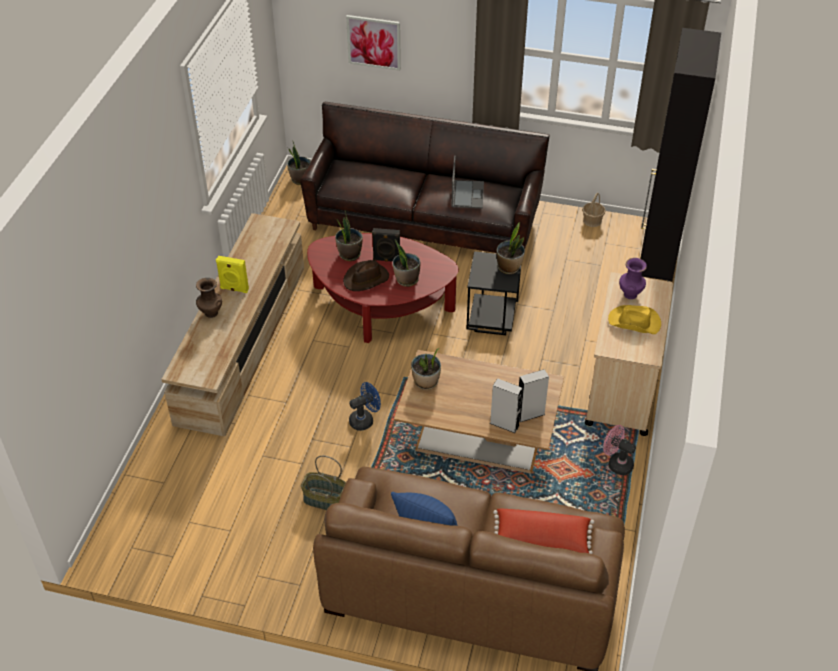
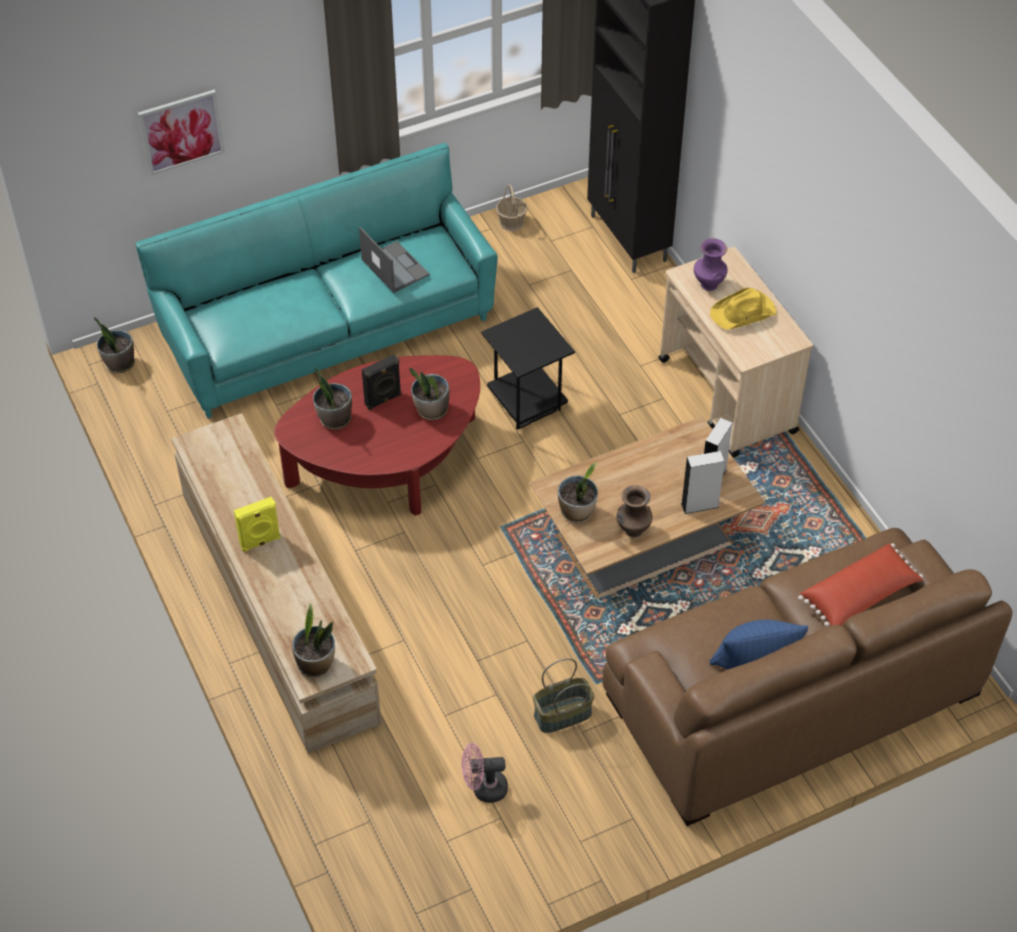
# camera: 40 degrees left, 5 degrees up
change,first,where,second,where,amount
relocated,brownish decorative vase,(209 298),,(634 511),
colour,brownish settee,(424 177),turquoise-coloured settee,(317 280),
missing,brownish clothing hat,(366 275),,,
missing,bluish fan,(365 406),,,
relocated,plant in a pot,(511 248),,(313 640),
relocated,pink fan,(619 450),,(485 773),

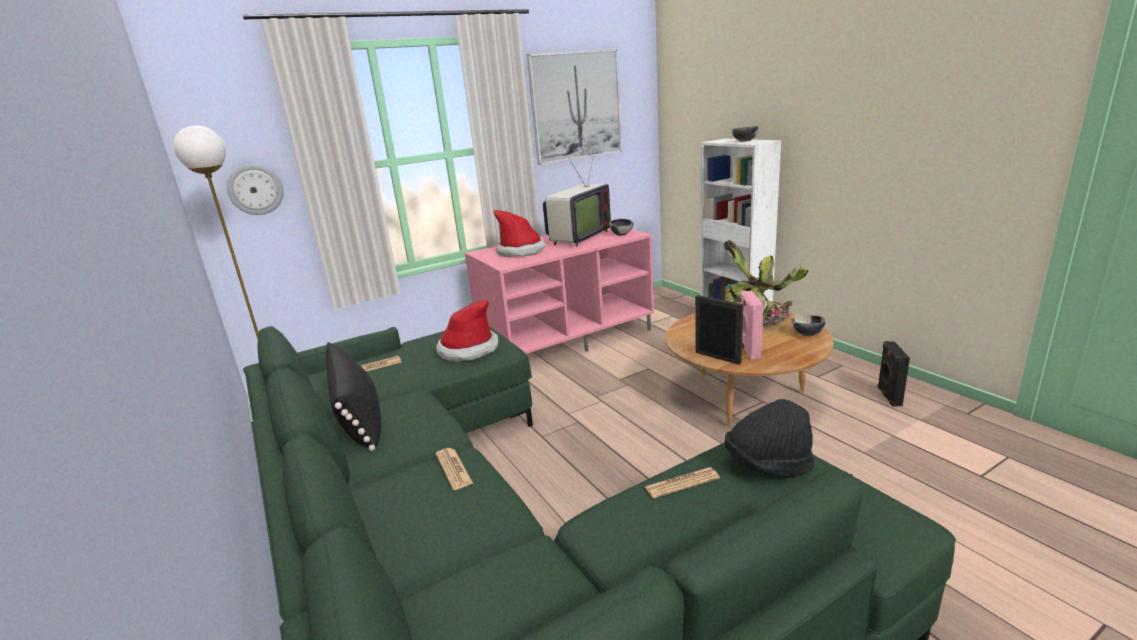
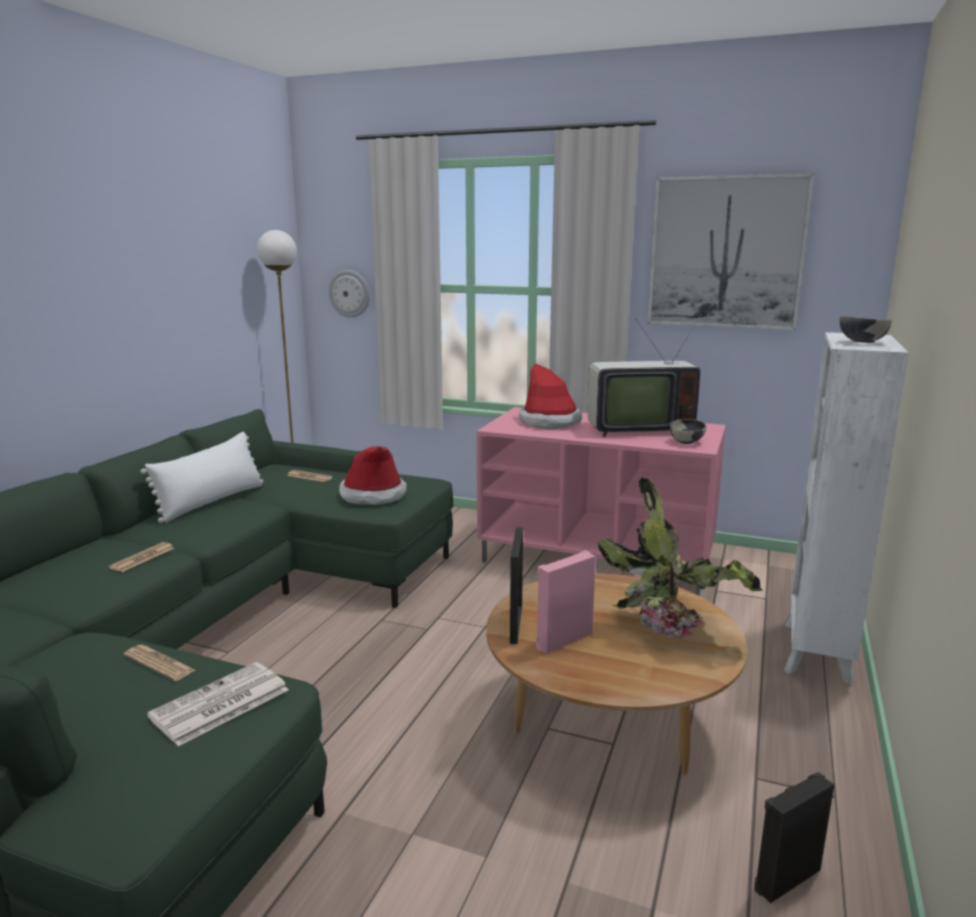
# camera: 50 degrees right, 5 degrees down
change,first,where,second,where,amount
colour,black-coloured cushion,(353 396),white cushion,(201 477),
exchanged,black-coloured clothing hat,(770 438),printed paper,(218 704),
missing,serving bowl,(808 325),,,

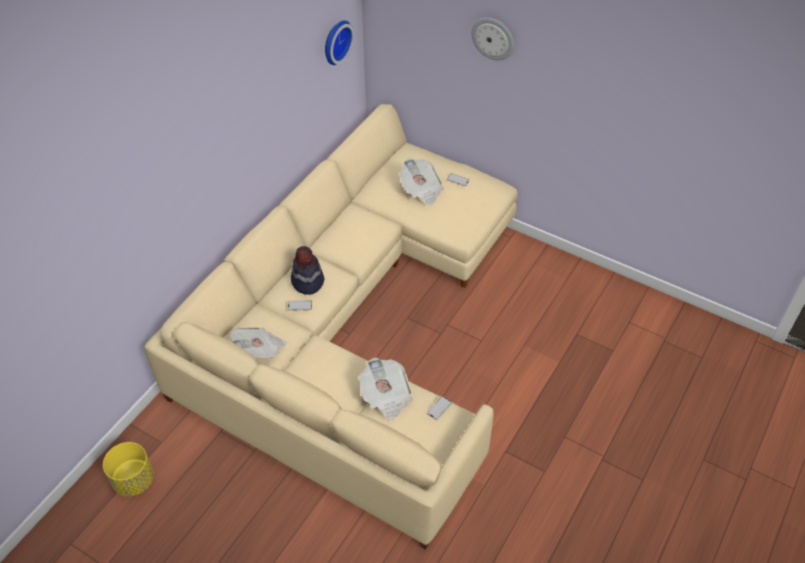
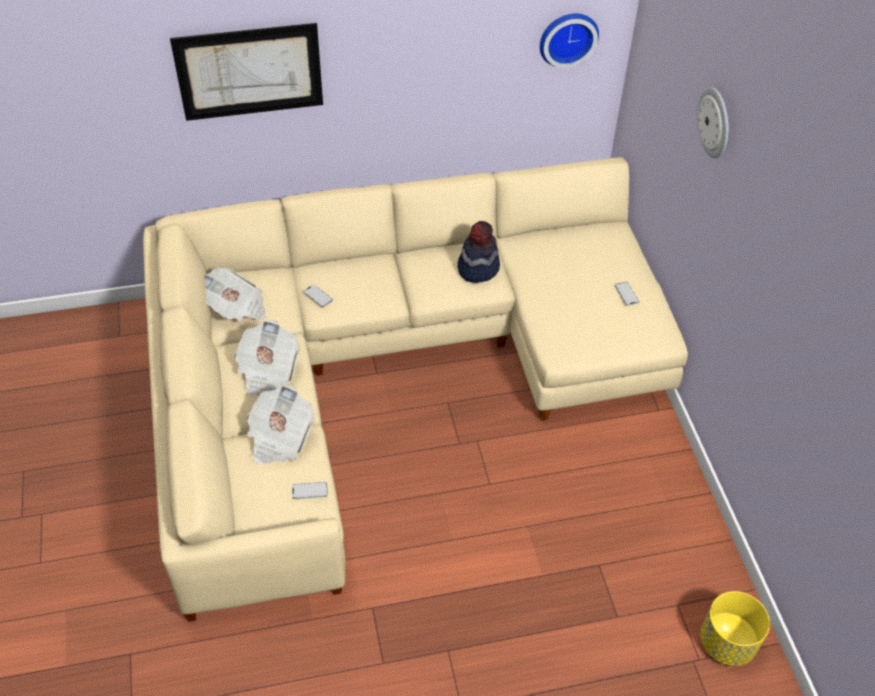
# camera: 45 degrees right, 0 degrees up
change,first,where,second,where,amount
relocated,yellow-coloured flower pot,(128 469),,(735 628),
relocated,clothing hat,(307 270),,(479 252),
relocated,printed paper,(421 181),,(267 358),
appeared,,,picture,(246 72),

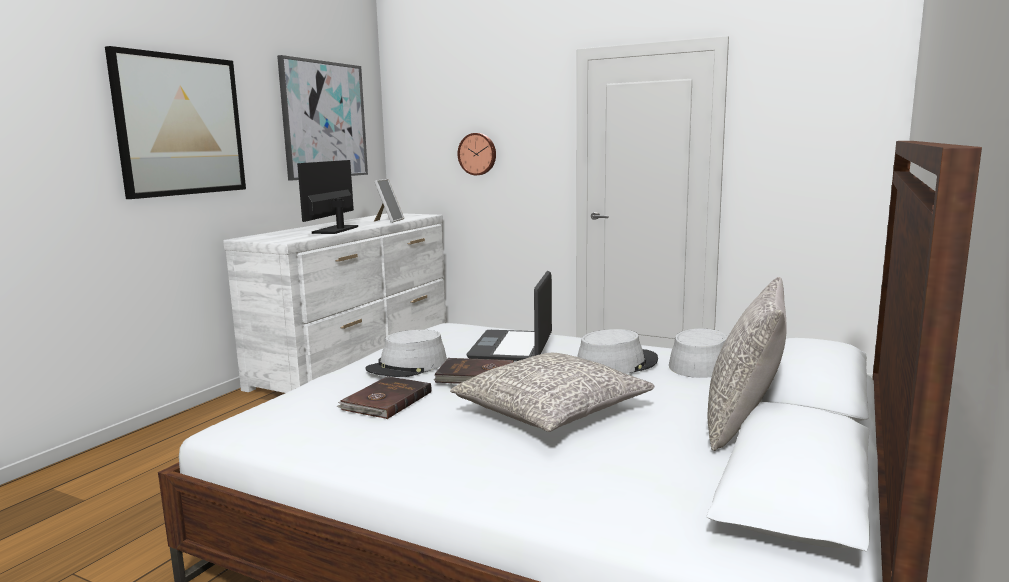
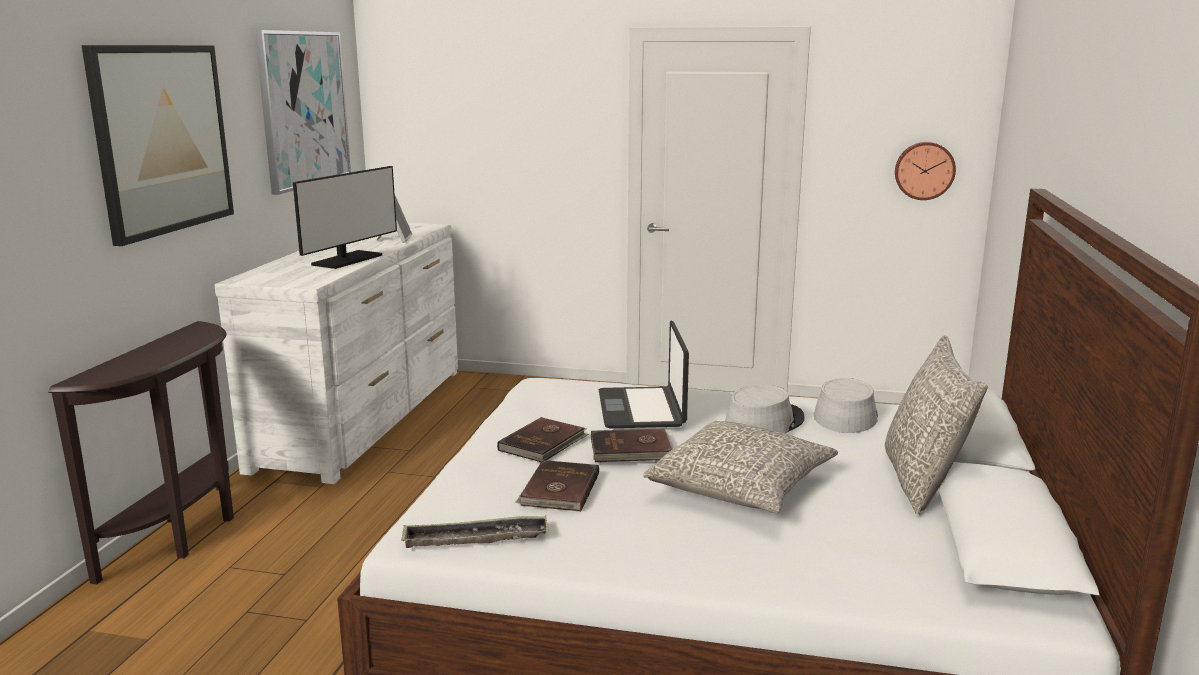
# camera: 15 degrees left, 5 degrees up
change,first,where,second,where,amount
spun,computer screen,(327 197),,(345 217),150 degrees counterclockwise
exchanged,greyish clothing hat,(406 353),brownish volume,(543 439),
relocated,clock on the wall,(476 154),,(925 171),
appeared,,,brownish console table,(141 452),
appeared,,,carrying tray,(474 531),

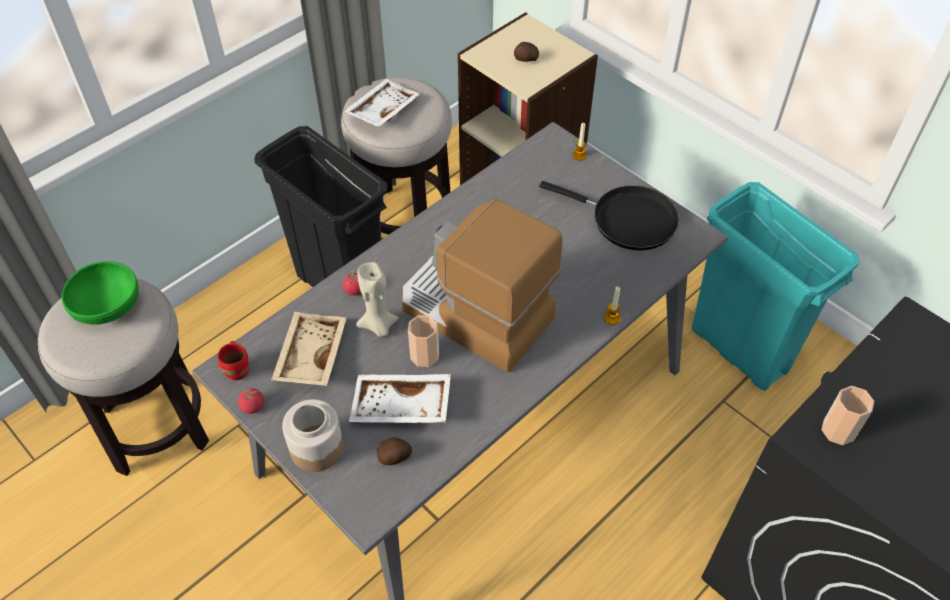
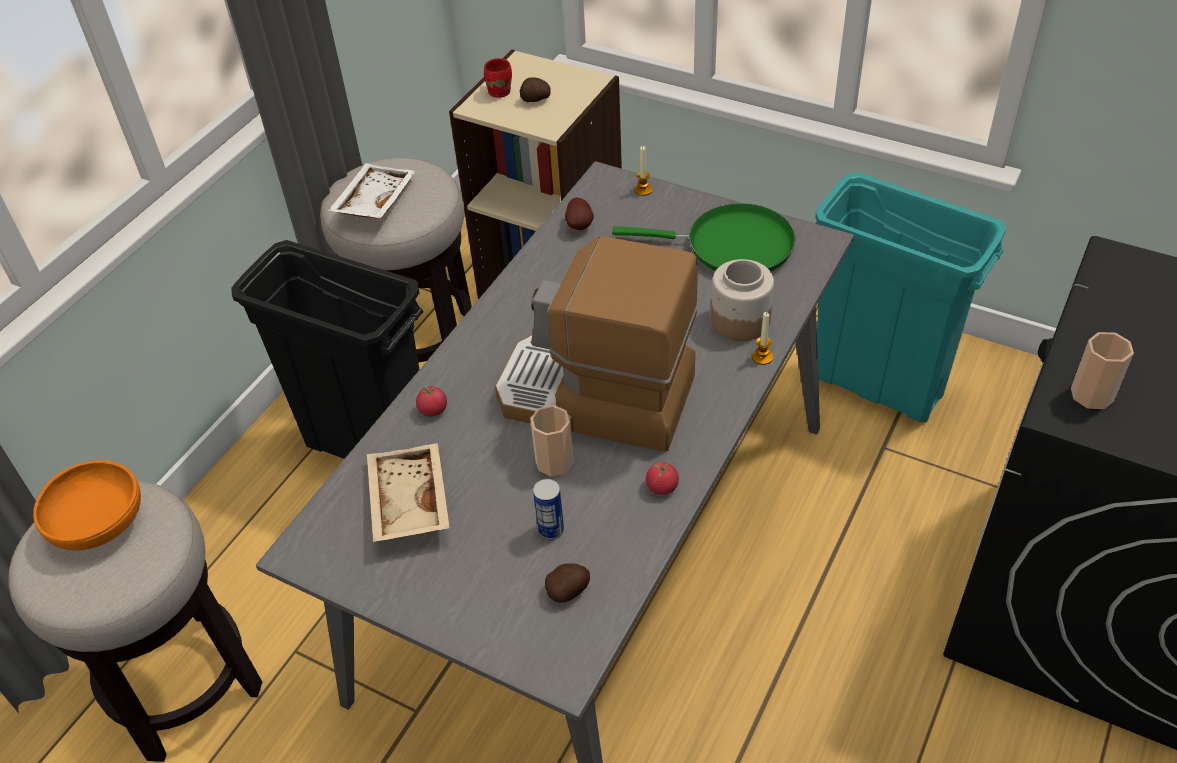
# camera: 15 degrees left, 5 degrees down
change,first,where,second,where,amount
colour,green-coloured serving bowl,(100 293),orange serving bowl,(87 505),
relocated,red tea mug,(233 361),,(498 78),
relocated,whole tomato,(251 401),,(662 478),
relocated,storage jar,(313 435),,(742 300),
exchanged,white carrying tray,(400 398),metal can,(548 509),
missing,sand-coloured wax light,(377 299),,,
colour,black-coloured pan,(609 215),green-coloured pan,(704 237),
appeared,,,potato,(579 213),

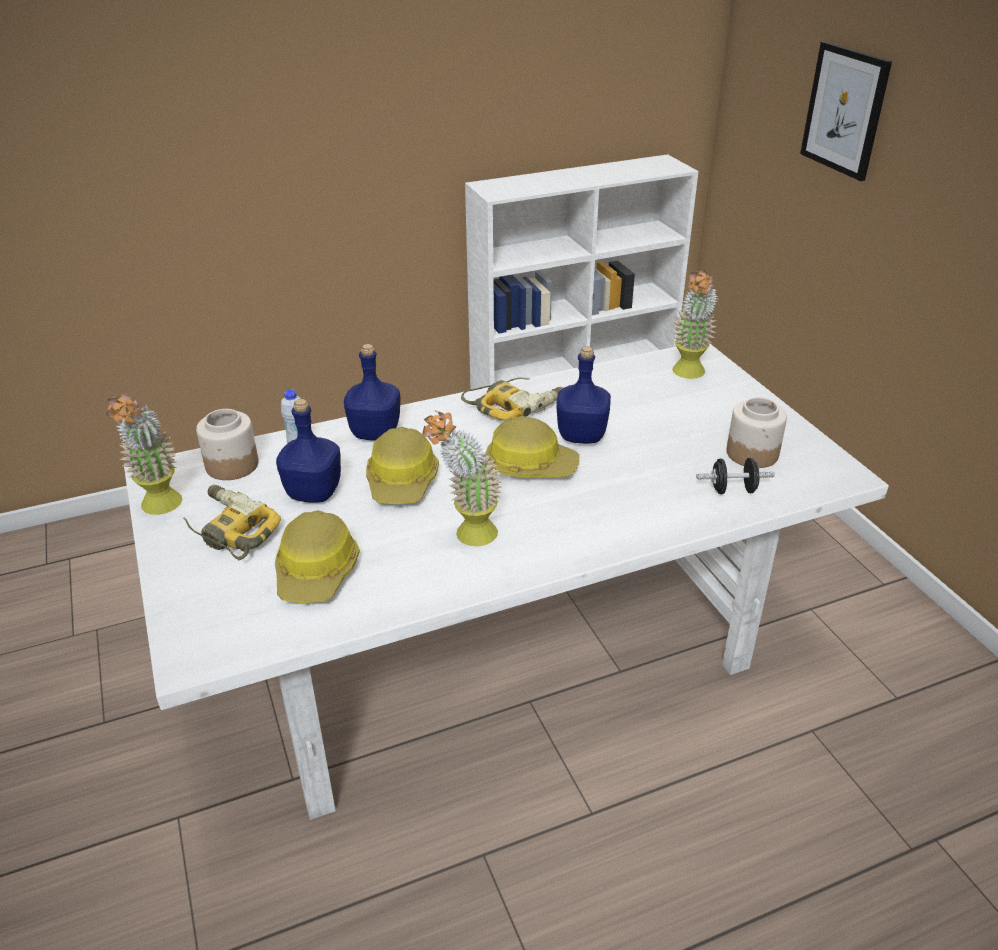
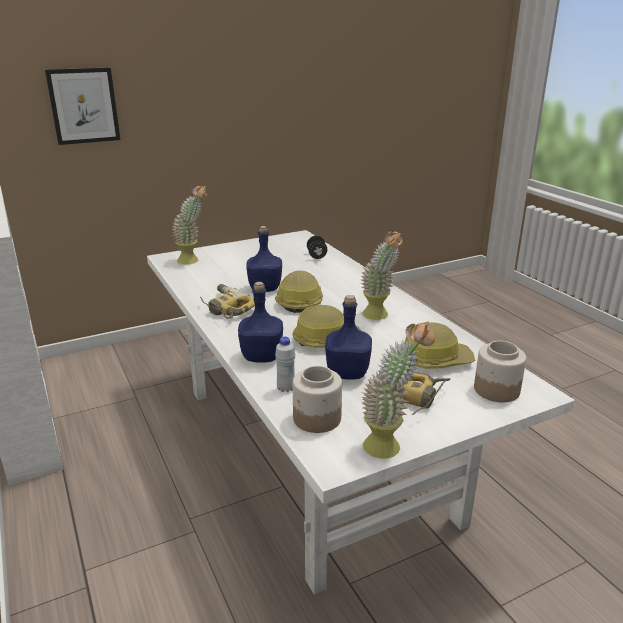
# camera: 95 degrees left, 10 degrees down
change,first,where,second,where,amount
relocated,storage jar,(757 432),,(500 371),

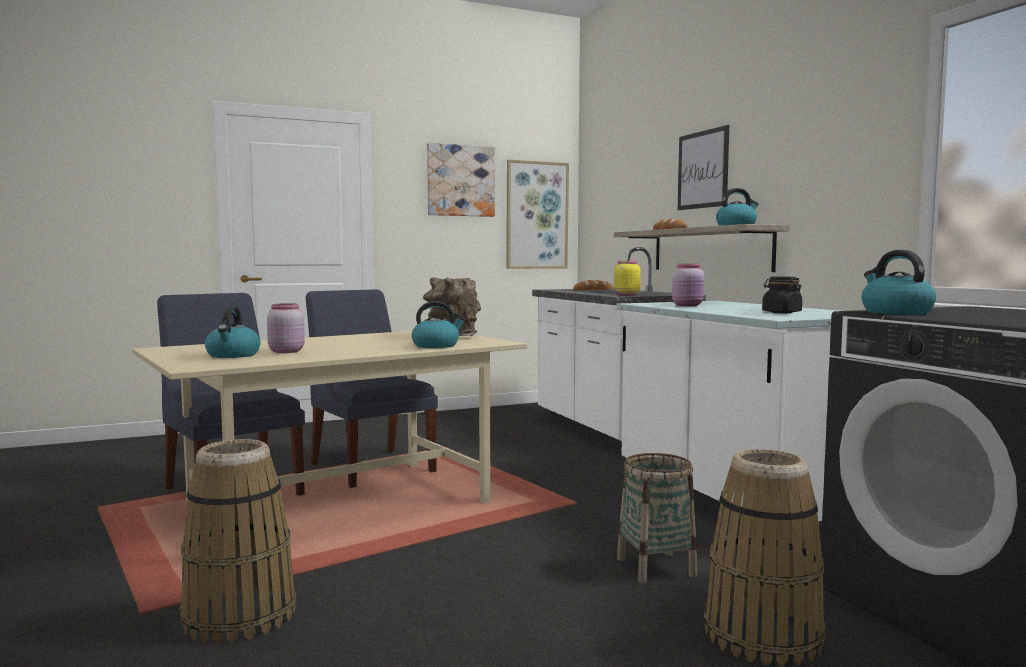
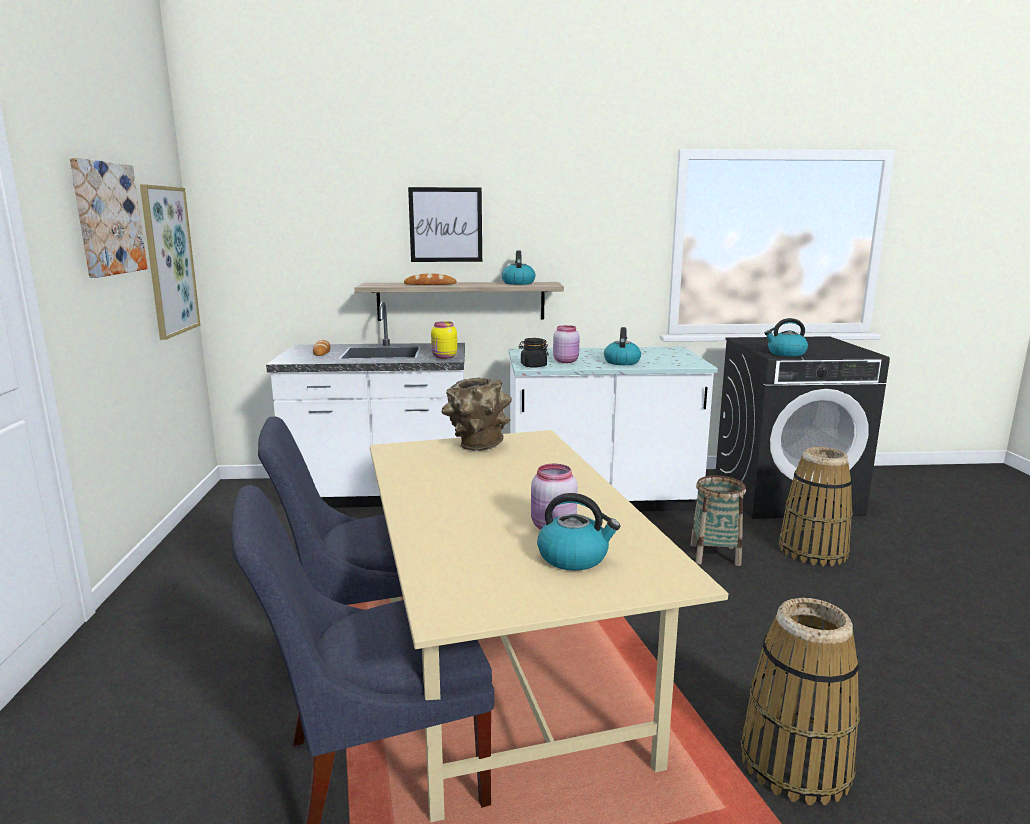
# camera: 70 degrees left, 10 degrees up
change,first,where,second,where,amount
relocated,kettle,(439 324),,(622 346),
relocated,black-coloured storage jar,(782 295),,(533 353),

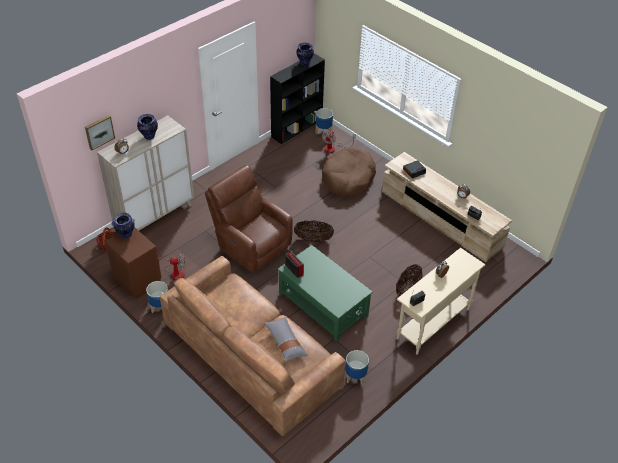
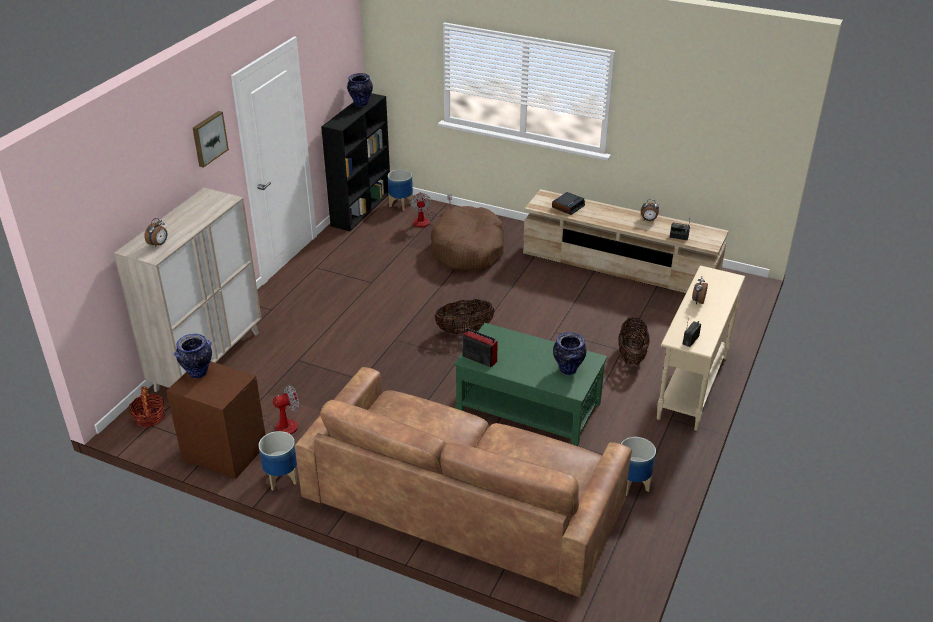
# camera: 20 degrees left, 10 degrees down
change,first,where,second,where,amount
relocated,picture,(100 132),,(211 139),
relocated,decorative vase,(147 127),,(569 353),
missing,brownish easy chair,(249 218),,,
missing,greyish cushion,(286 339),,,

